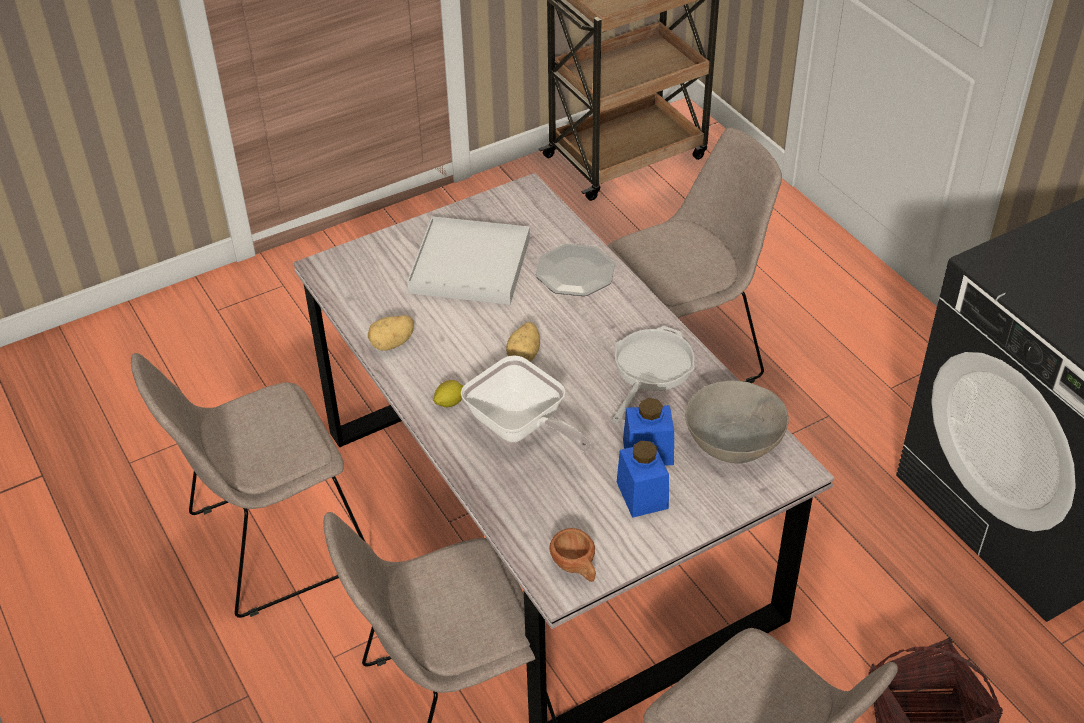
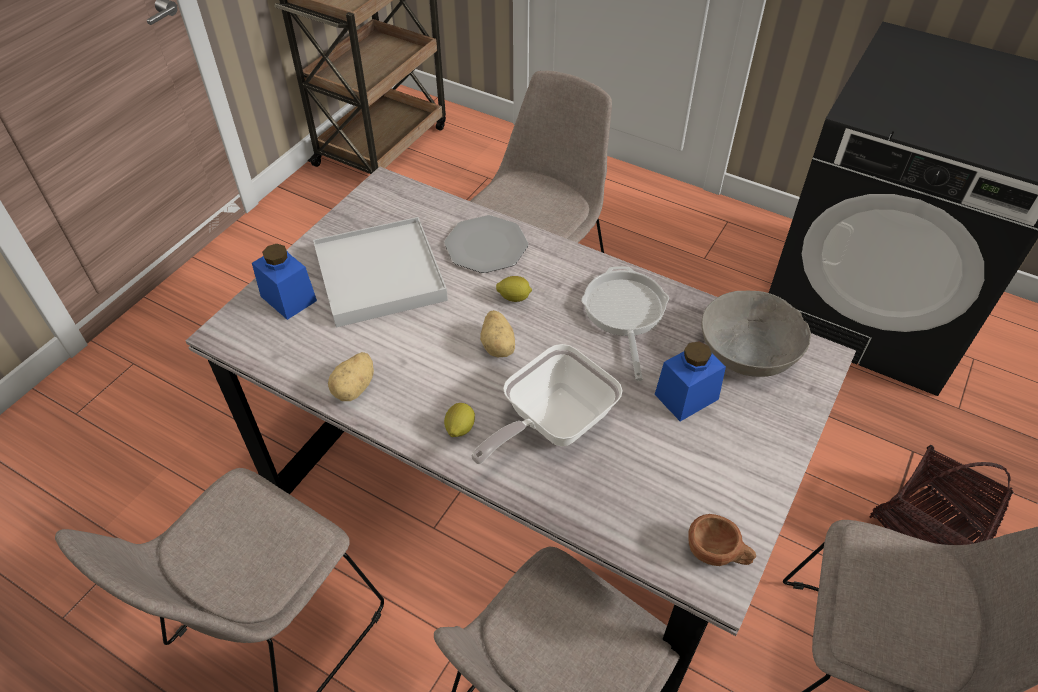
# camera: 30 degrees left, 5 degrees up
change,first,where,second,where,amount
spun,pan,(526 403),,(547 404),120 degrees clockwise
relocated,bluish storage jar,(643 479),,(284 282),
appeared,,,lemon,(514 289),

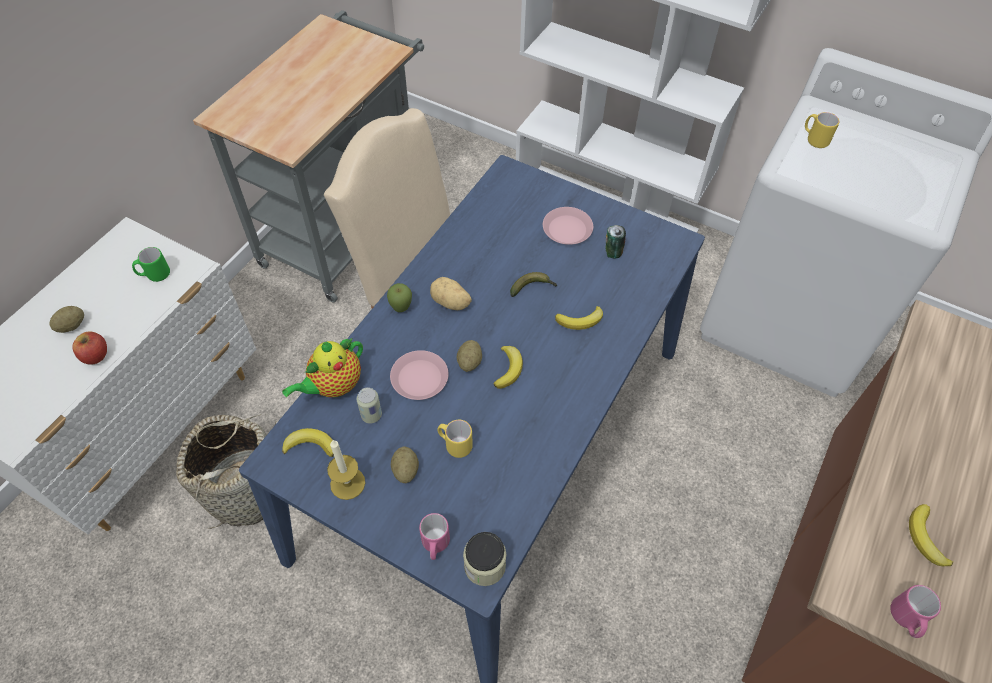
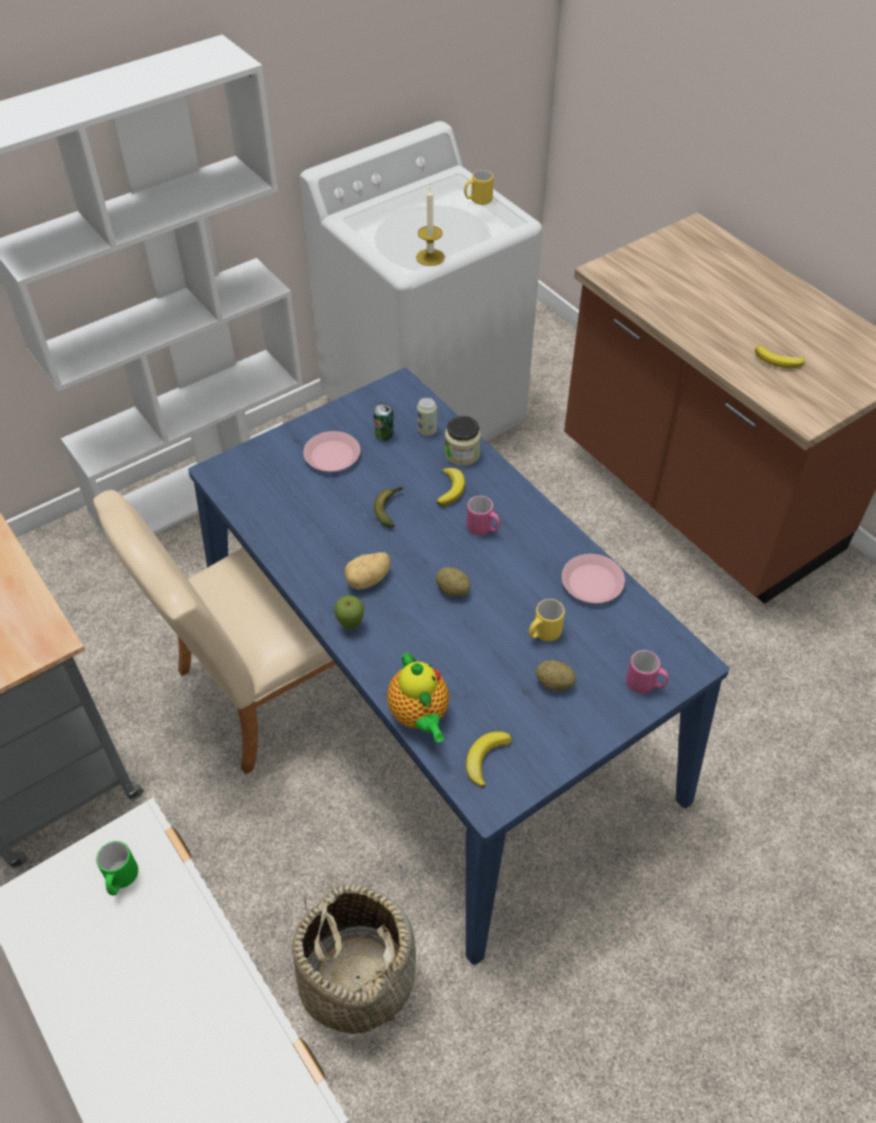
# camera: 65 degrees left, 5 degrees down
change,first,where,second,where,amount
missing,potato,(66 319),,,
missing,apple fruit,(89 347),,,
relocated,wax light,(346 470),,(430 227),
relocated,metal can,(369 405),,(427 417),
relocated,pink flat dish,(419 375),,(593 578),
relocated,storage jar,(484 559),,(463 441),
missing,banana,(508 367),,,
relocated,yellow-coloured tea mug,(822 130),,(479 187),
relocated,pink tea mug,(915 611),,(484 516),

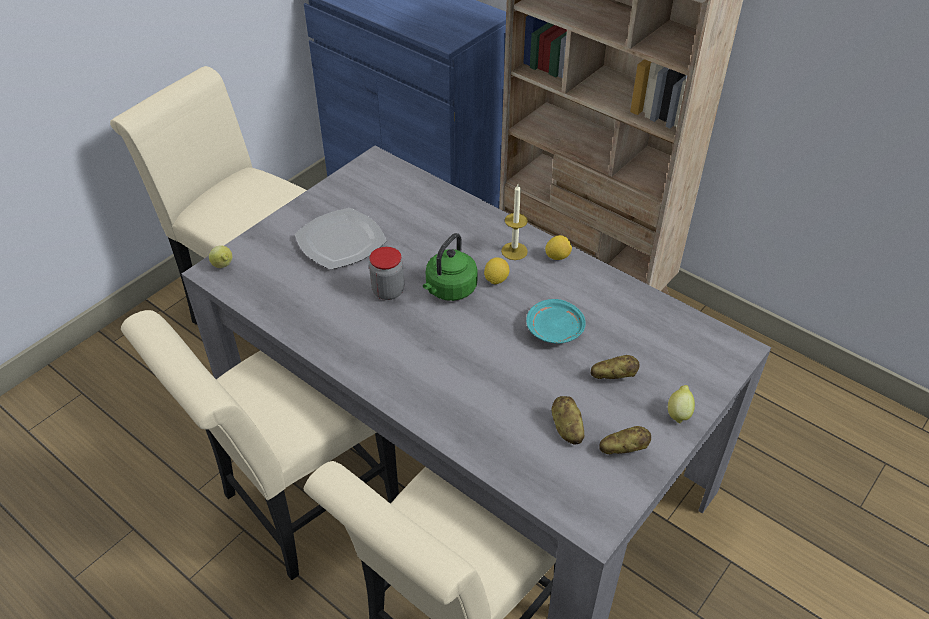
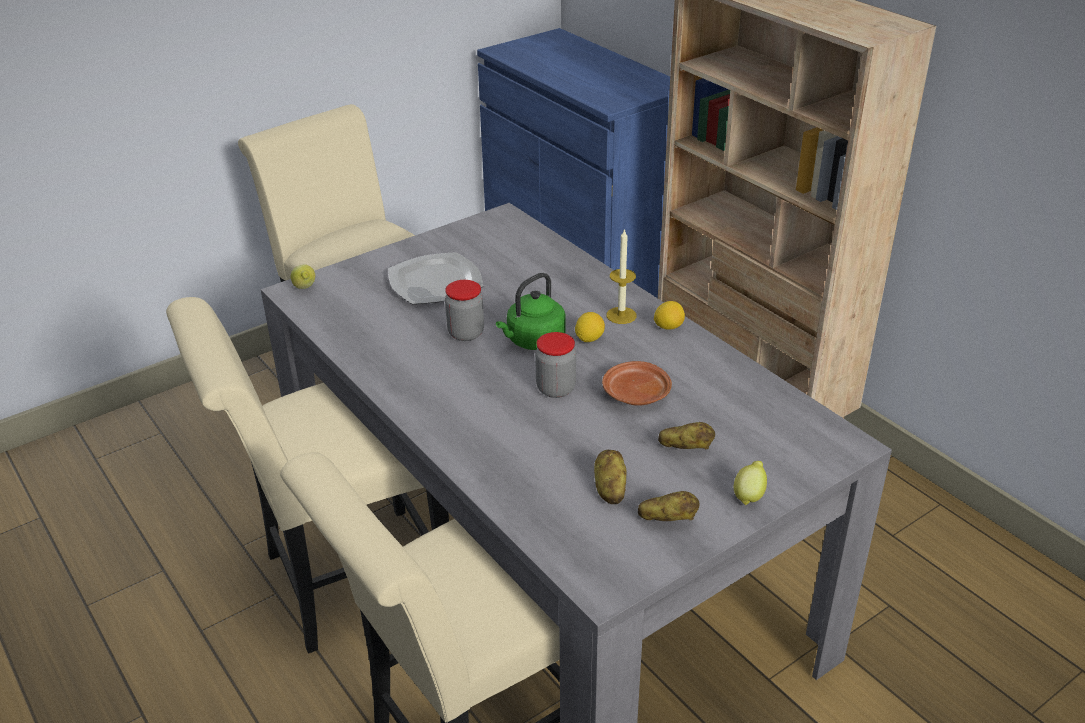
# camera: 15 degrees right, 10 degrees down
change,first,where,second,where,amount
colour,turquoise-coloured flat dish,(556 321),brownish flat dish,(637 383),
appeared,,,storage jar,(555 365),

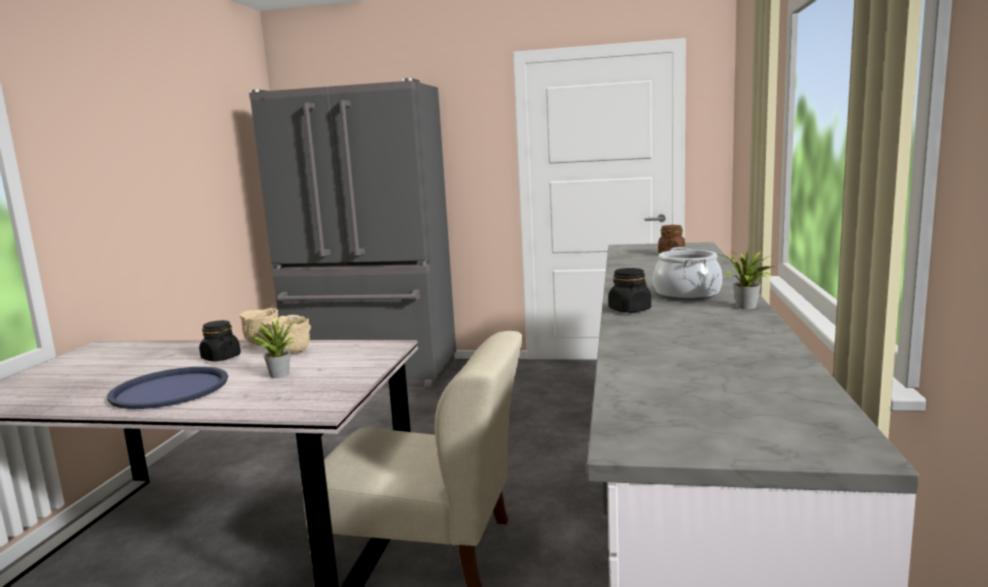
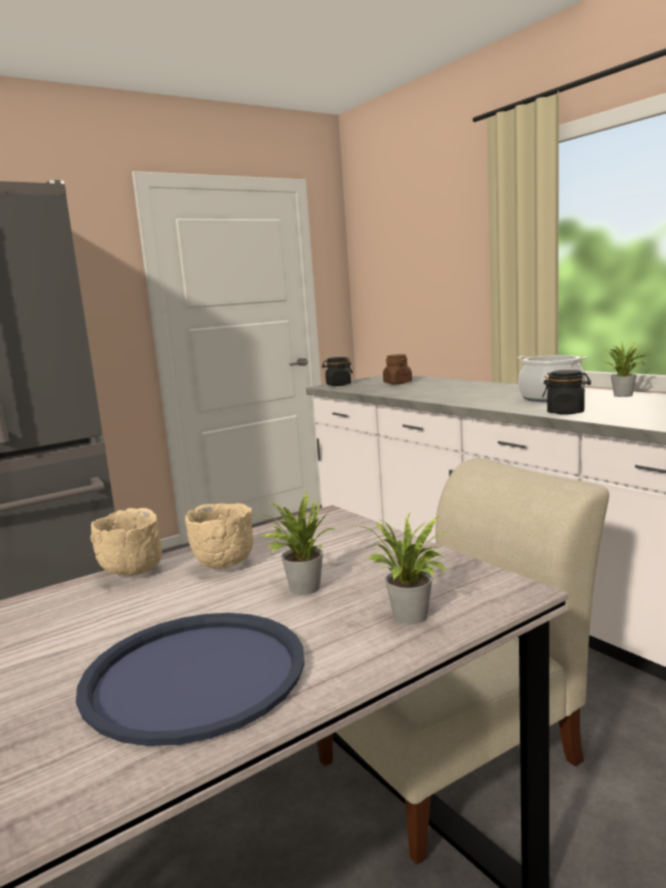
# camera: 45 degrees left, 0 degrees up
change,first,where,second,where,amount
relocated,black-coloured storage jar,(220 341),,(337 371),
appeared,,,plant in a pot,(402 568),

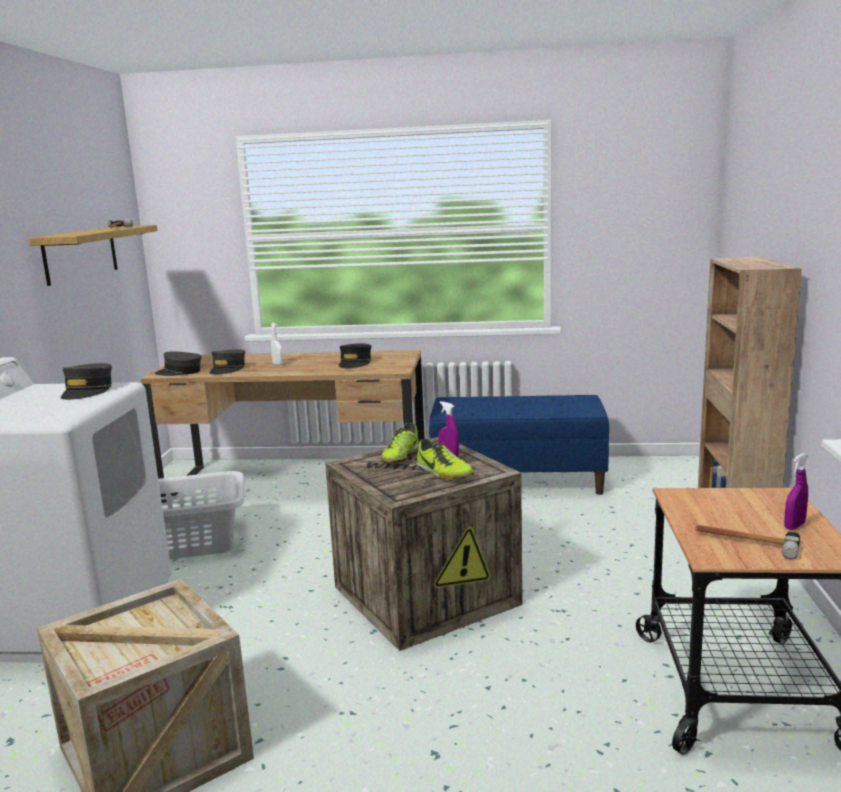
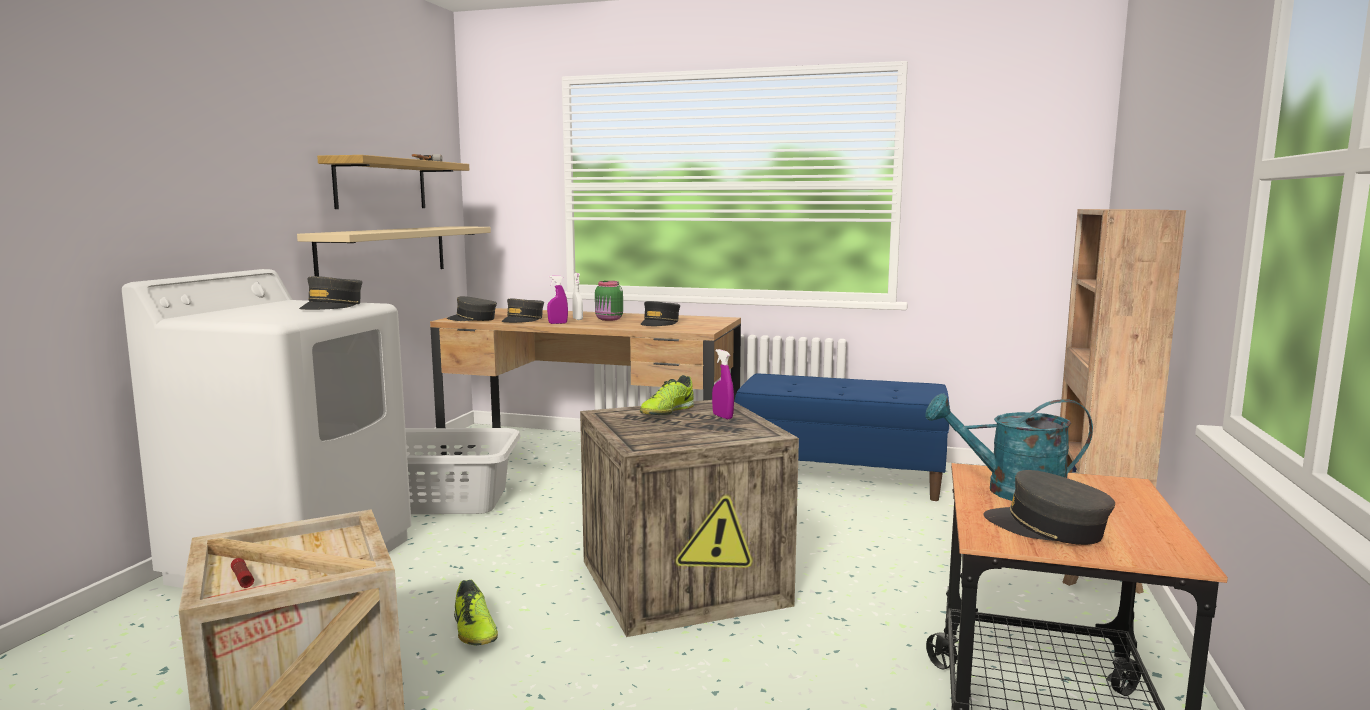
# camera: 10 degrees right, 5 degrees down
change,first,where,second,where,amount
relocated,low shoe,(445 459),,(476 613),
exchanged,hand hammer,(747 542),greyish cap,(1049 507),
relocated,purple spray bottle,(796 491),,(557 299),
appeared,,,hand torch,(242 573),
appeared,,,sand-coloured shelf,(394 251),
appeared,,,green-coloured storage jar,(609 301),
appeared,,,turquoise-coloured watering pot,(1009 447),

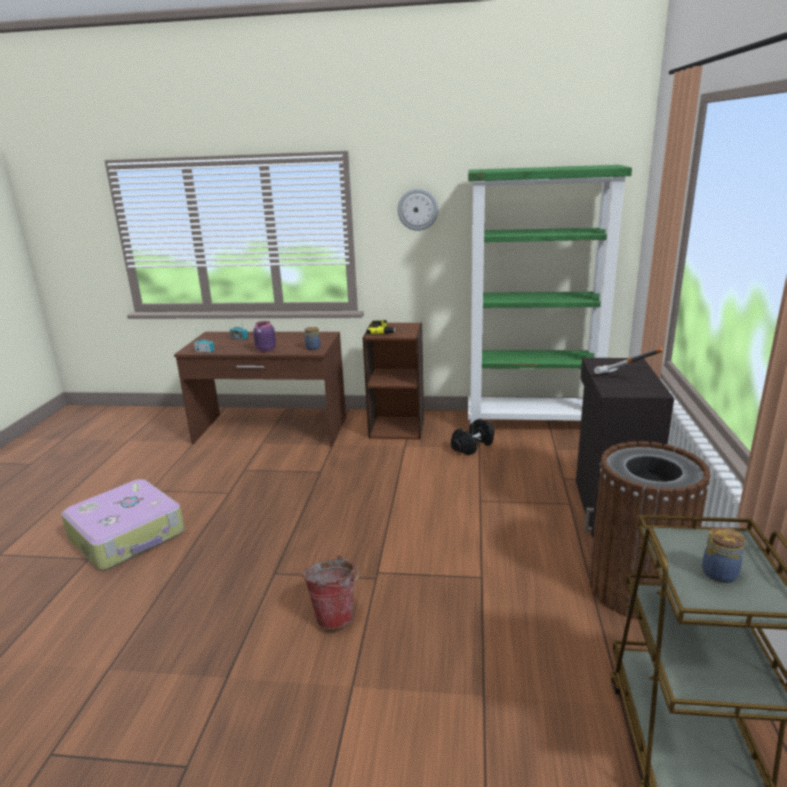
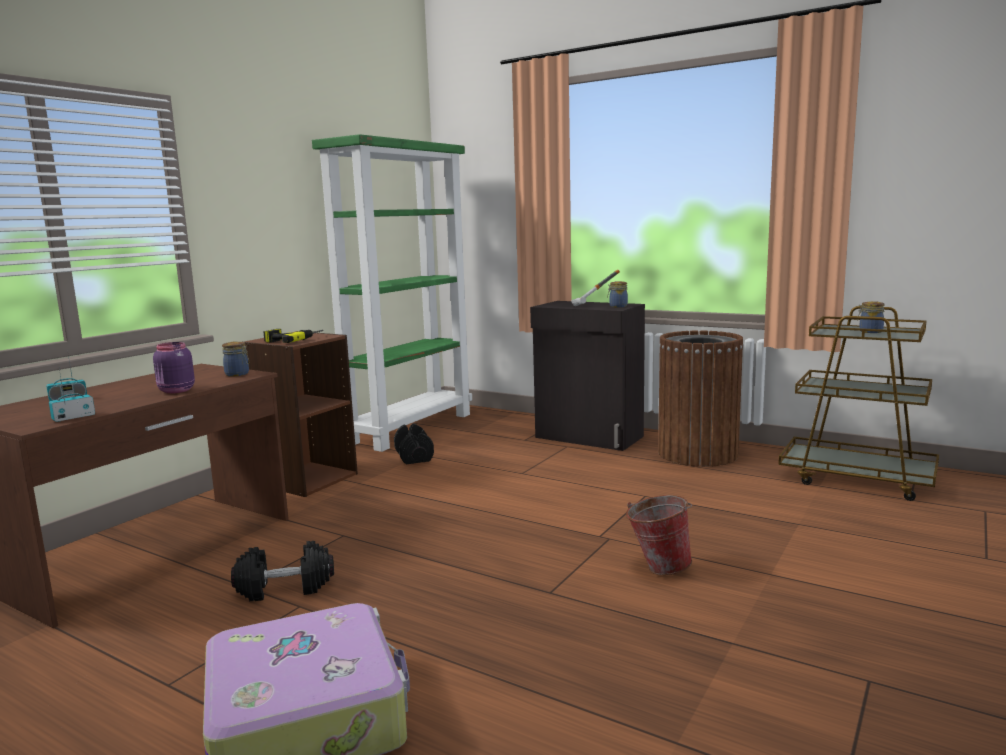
# camera: 65 degrees left, 10 degrees down
change,first,where,second,where,amount
missing,clock on the wall,(418 209),,,
appeared,,,black-coloured dumbbell,(282 571),
appeared,,,storage jar,(618 294),

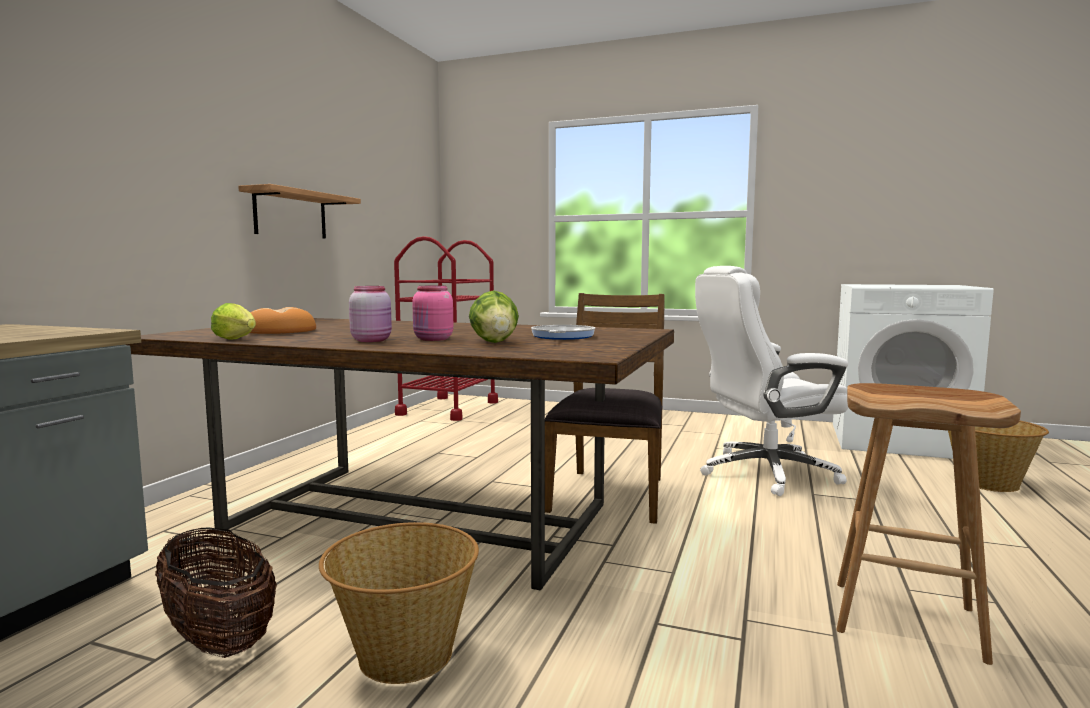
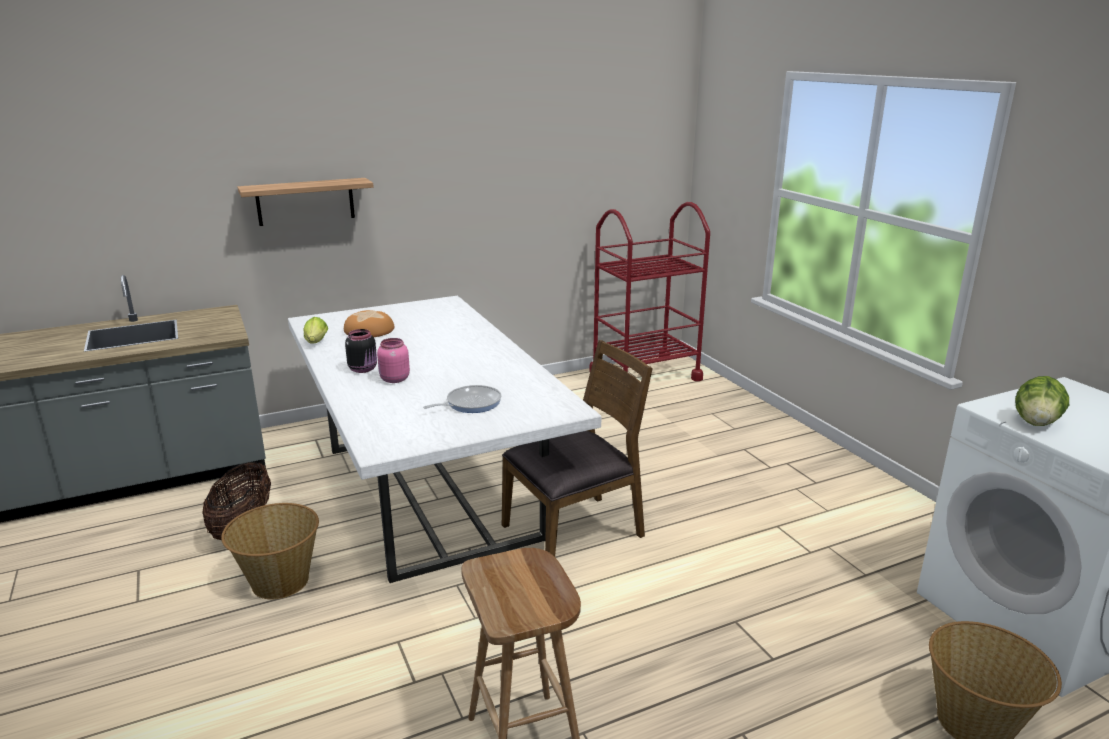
# camera: 45 degrees right, 15 degrees up
change,first,where,second,where,amount
colour,brownish dinner table,(399 454),white dinner table,(445 439),
relocated,shelf,(299 211),,(305 202),
colour,pink storage jar,(370 314),black-coloured storage jar,(361 351),
relocated,lettuce head,(494 316),,(1042 401),
missing,white computer chair,(772 381),,,

